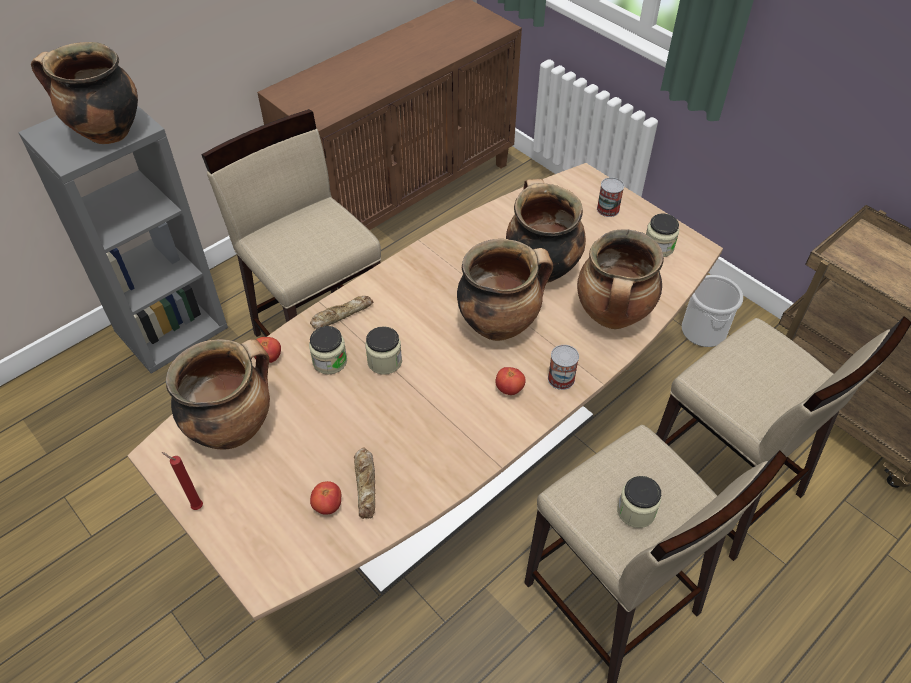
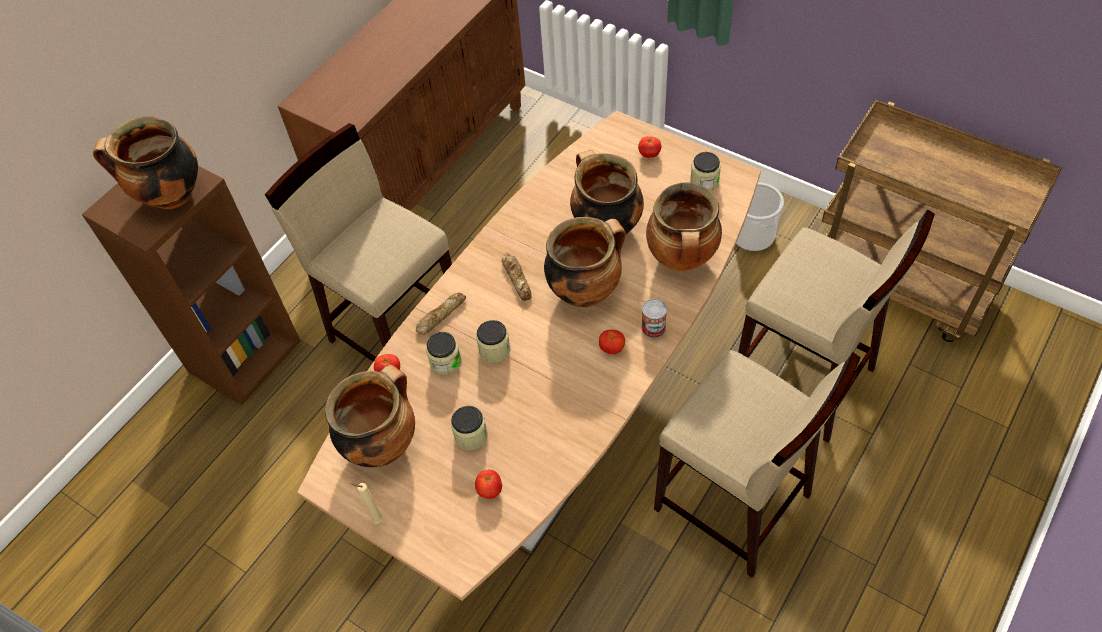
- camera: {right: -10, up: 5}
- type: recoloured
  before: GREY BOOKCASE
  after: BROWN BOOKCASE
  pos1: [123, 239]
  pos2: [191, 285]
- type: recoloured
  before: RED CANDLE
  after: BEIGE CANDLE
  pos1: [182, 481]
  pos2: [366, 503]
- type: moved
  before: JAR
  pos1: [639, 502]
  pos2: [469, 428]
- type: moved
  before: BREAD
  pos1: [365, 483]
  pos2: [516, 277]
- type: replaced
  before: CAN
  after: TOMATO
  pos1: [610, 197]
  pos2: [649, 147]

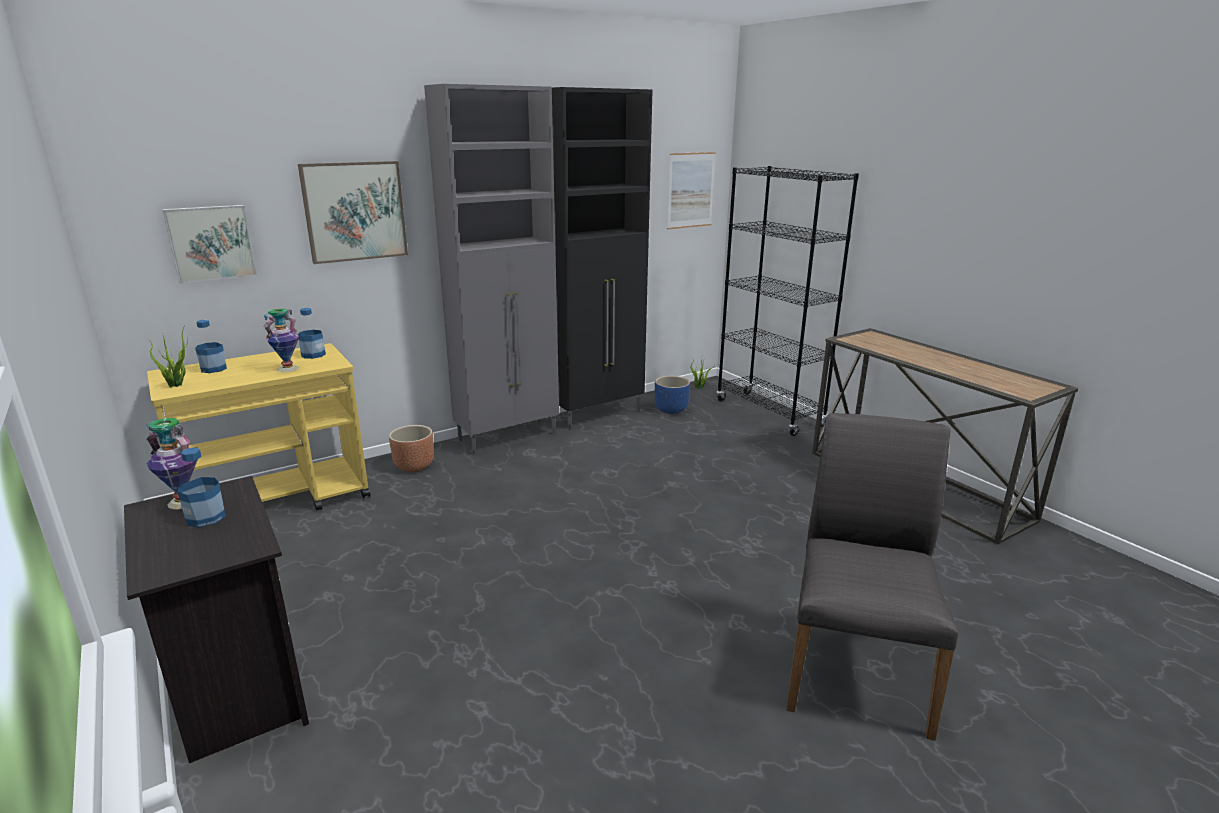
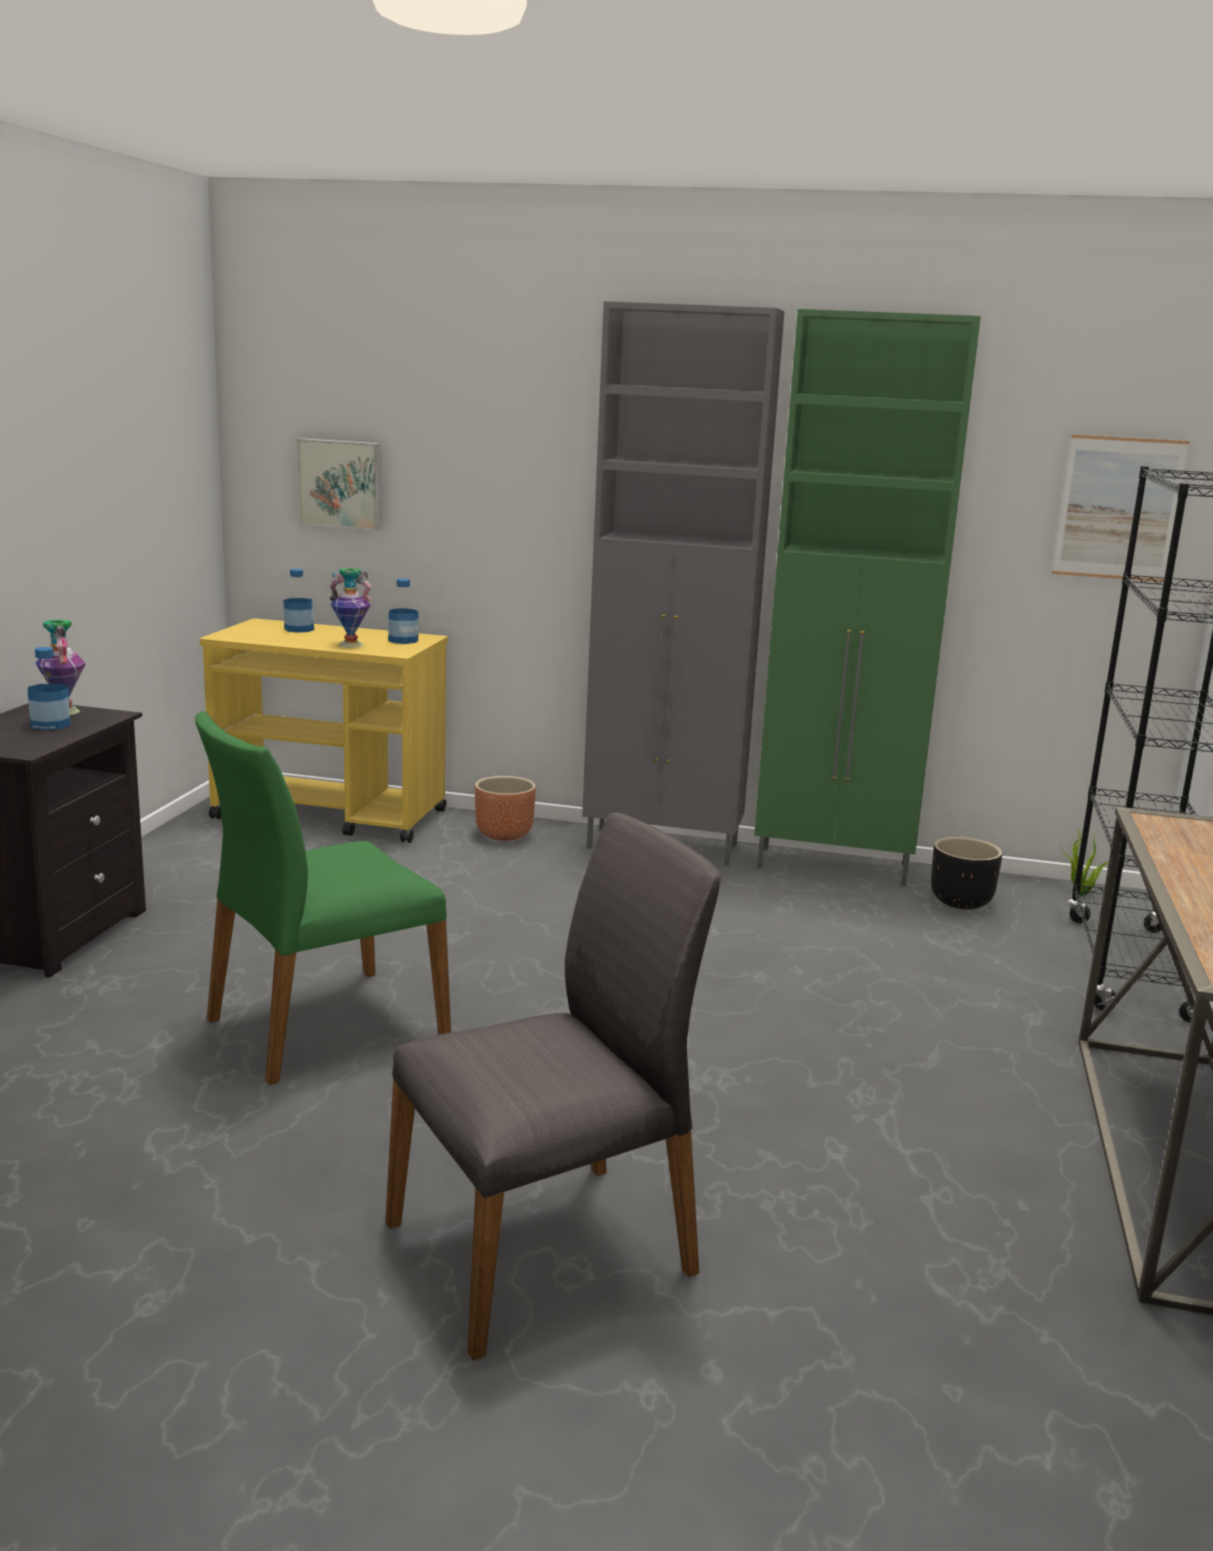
- camera: {right: 45, up: -5}
- type: added
  after: GREEN CHAIR
  pos2: [323, 898]
- type: recoloured
  before: BLACK CABINET
  after: GREEN CABINET
  pos1: [602, 258]
  pos2: [867, 597]
- type: recoloured
  before: BLUE PLANTER
  after: BLACK PLANTER
  pos1: [672, 395]
  pos2: [966, 873]
- type: removed
  before: POTTED PLANT
  pos1: [169, 357]
- type: removed
  before: PICTURE
  pos1: [353, 212]

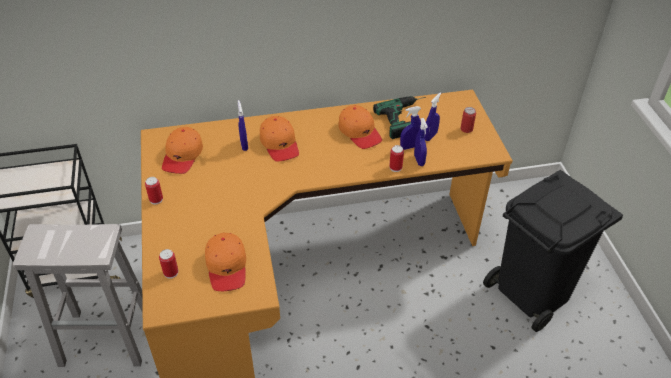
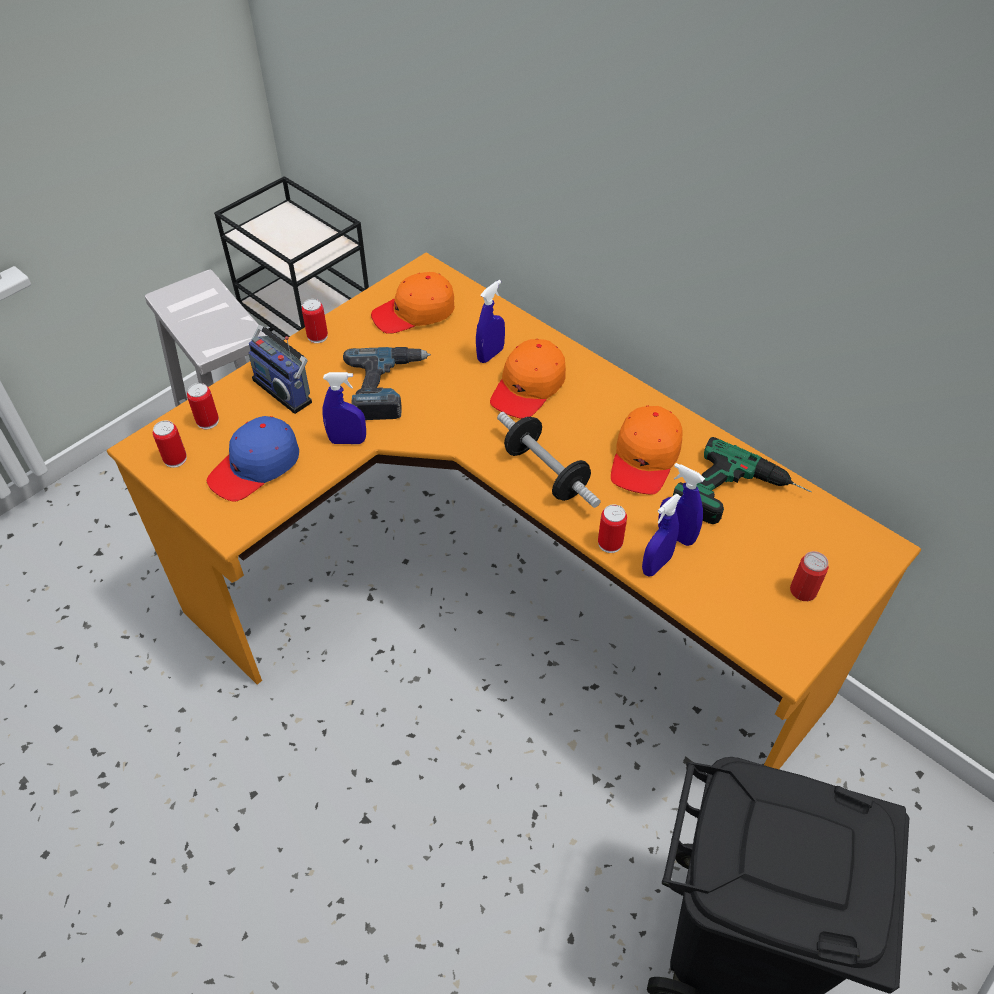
- camera: {right: 55, up: 5}
- type: added
  after: CAN
  pos2: [170, 444]
- type: recoloured
  before: ORANGE CAP
  after: BLUE CAP
  pos1: [225, 261]
  pos2: [253, 459]
- type: added
  after: RADIO
  pos2: [280, 369]
- type: moved
  before: BLUE SPRAY BOTTLE
  pos1: [432, 117]
  pos2: [344, 408]
- type: added
  after: POWER DRILL
  pos2: [387, 383]
- type: added
  after: DUMBBELL
  pos2: [549, 460]

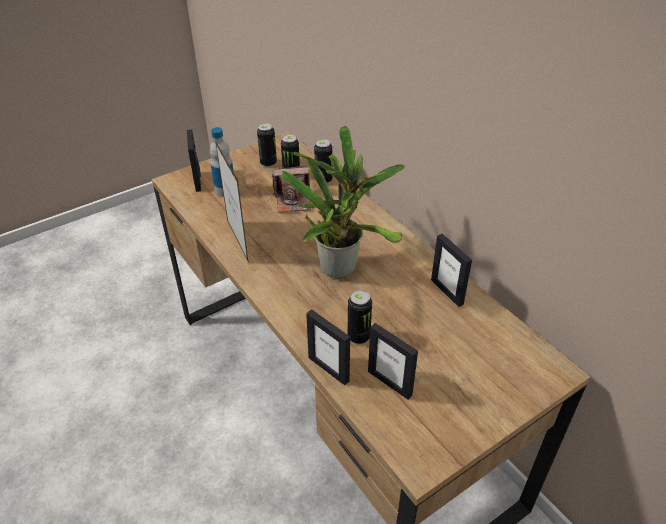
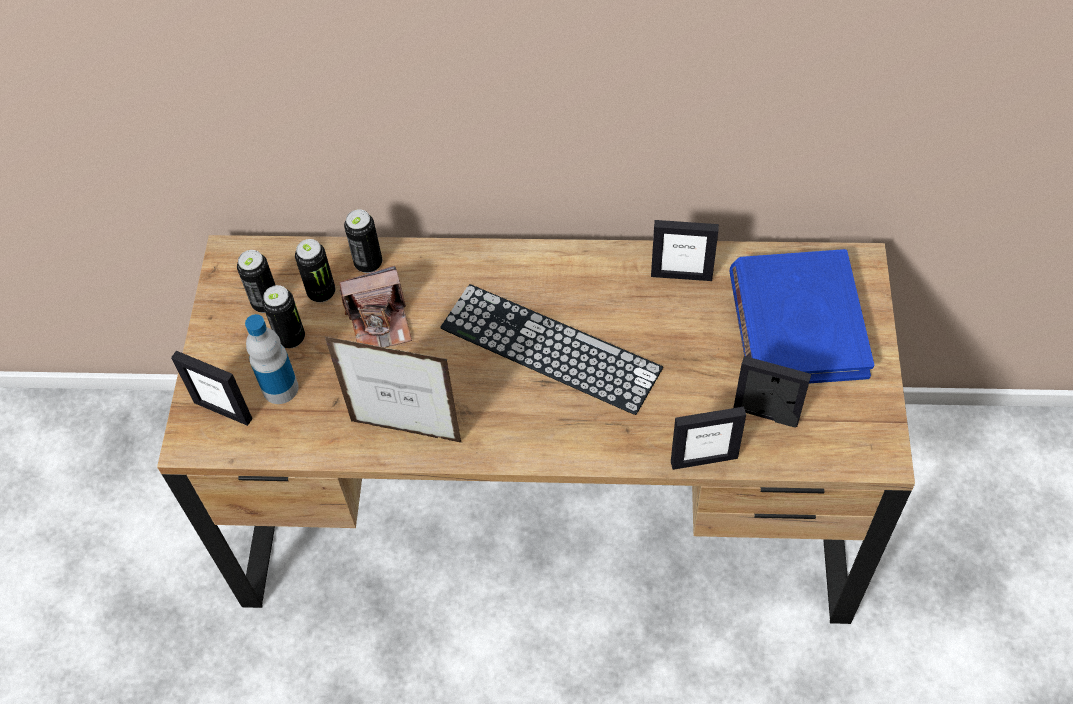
- camera: {right: -50, up: 15}
- type: moved
  before: CAN
  pos1: [359, 317]
  pos2: [283, 316]
- type: turned
  before: PHOTO CAMERA
  pos1: [291, 189]
  pos2: [375, 306]
  turn: 45
- type: replaced
  before: POTTED PLANT
  after: KEYBOARD
  pos1: [343, 202]
  pos2: [551, 349]
- type: added
  after: BLUE BOOK
  pos2: [802, 316]
- type: turned
  before: PICTURE FRAME
  pos1: [393, 361]
  pos2: [772, 392]
  turn: -150

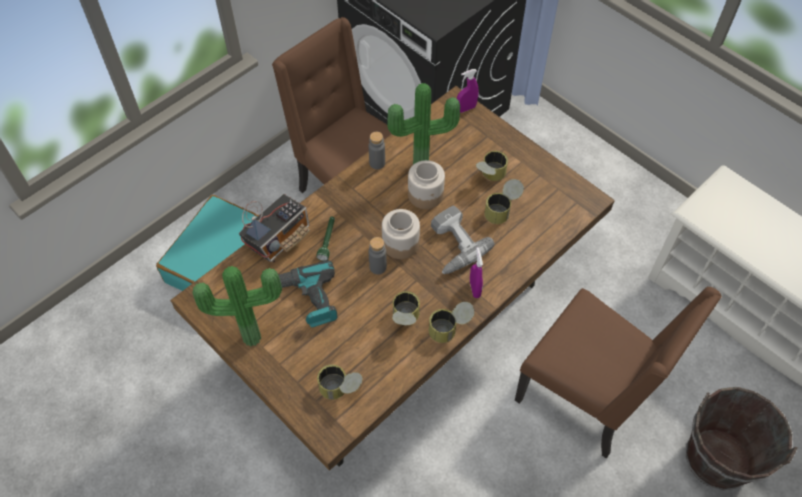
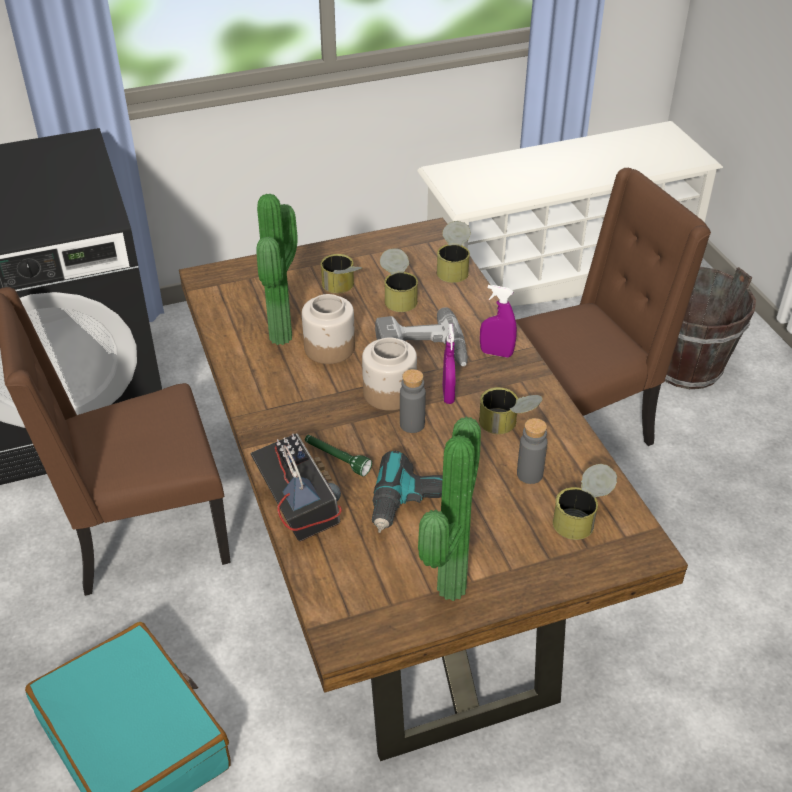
- camera: {right: -65, up: -15}
- type: moved
  before: CAN
  pos1: [452, 322]
  pos2: [454, 252]
- type: moved
  before: PURPLE SPRAY BOTTLE
  pos1: [468, 91]
  pos2: [449, 364]
- type: moved
  before: GREY BOTTLE
  pos1: [377, 150]
  pos2: [532, 451]

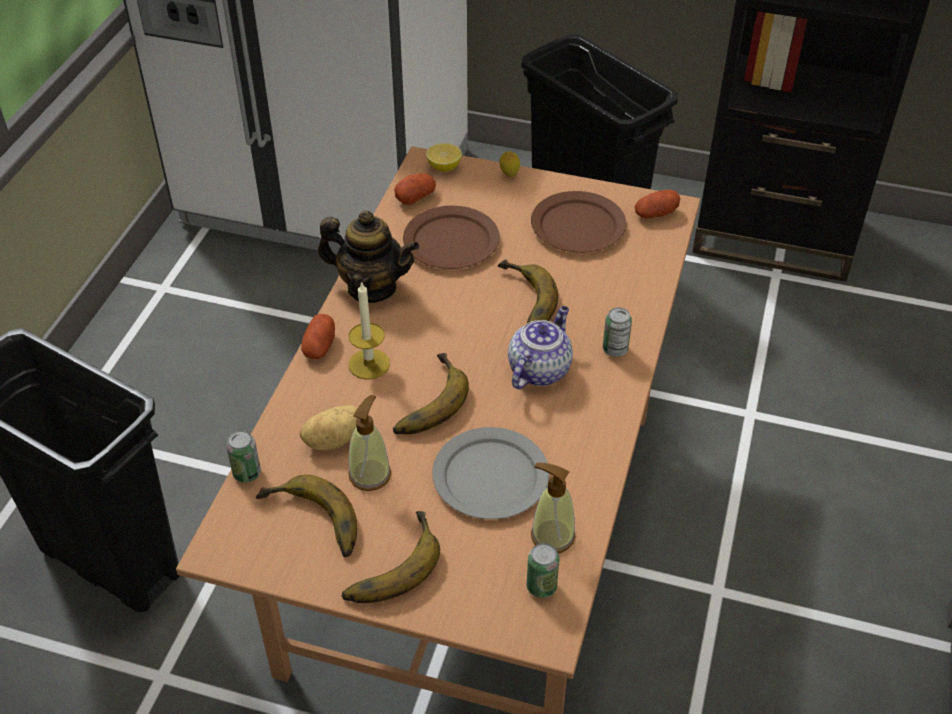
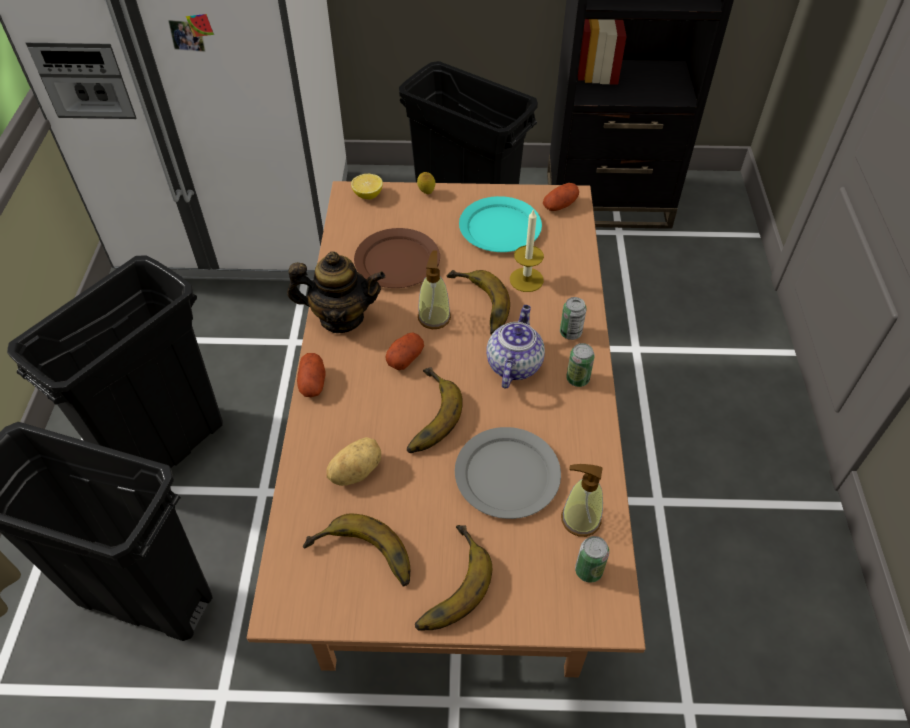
- camera: {right: -15, up: 5}
- type: added
  after: BLACK TRASH CAN
  pos2: [115, 361]
- type: moved
  before: POTATO
  pos1: [415, 189]
  pos2: [404, 351]
- type: moved
  before: SOAP DISPENSER
  pos1: [369, 443]
  pos2: [434, 289]
- type: recoloured
  before: BROWN PLATE
  after: TURQUOISE PLATE
  pos1: [578, 222]
  pos2: [500, 224]
- type: moved
  before: CANDLE
  pos1: [369, 330]
  pos2: [527, 250]
- type: moved
  before: CAN
  pos1: [243, 456]
  pos2: [580, 365]

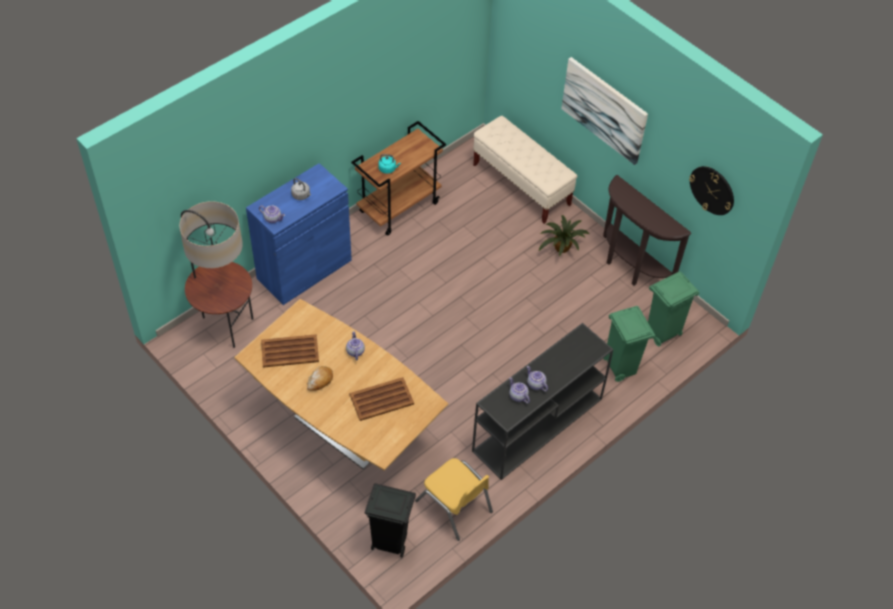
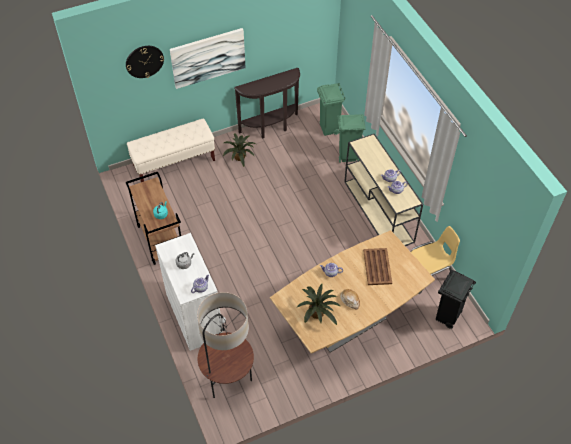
- camera: {right: -70, up: 0}
- type: moved
  before: WALL CLOCK
  pos1: [711, 190]
  pos2: [145, 62]
- type: recoloured
  before: BLUE CABINET
  after: WHITE CABINET
  pos1: [299, 234]
  pos2: [189, 292]
- type: replaced
  before: BROWN TRAY
  after: POTTED PLANT
  pos1: [290, 351]
  pos2: [319, 304]
- type: recoloured
  before: BLACK CONSOLE TABLE
  after: BEIGE CONSOLE TABLE
  pos1: [543, 401]
  pos2: [383, 190]

